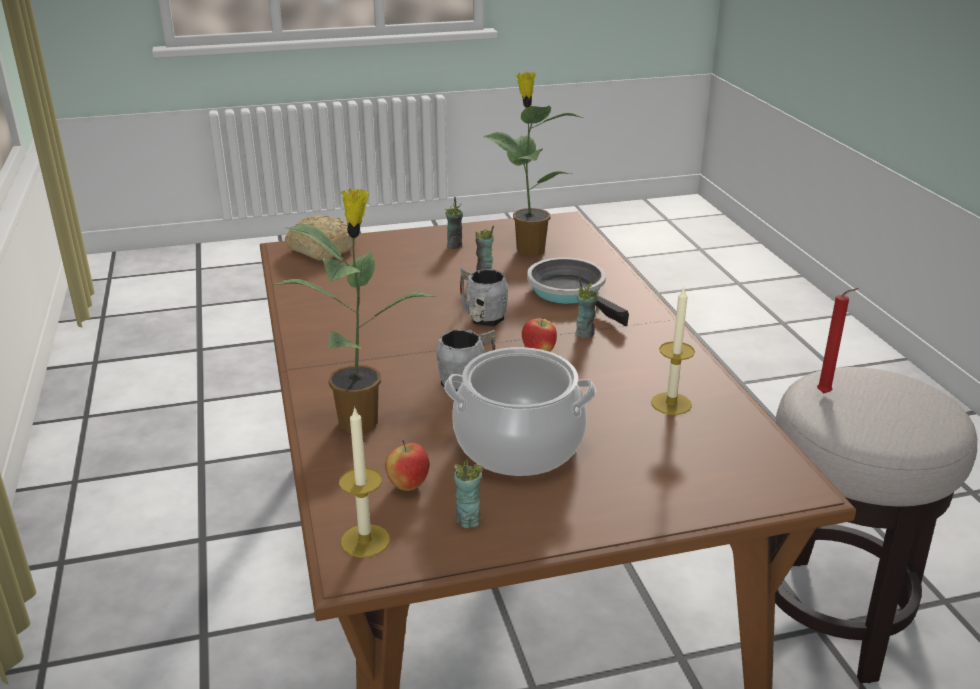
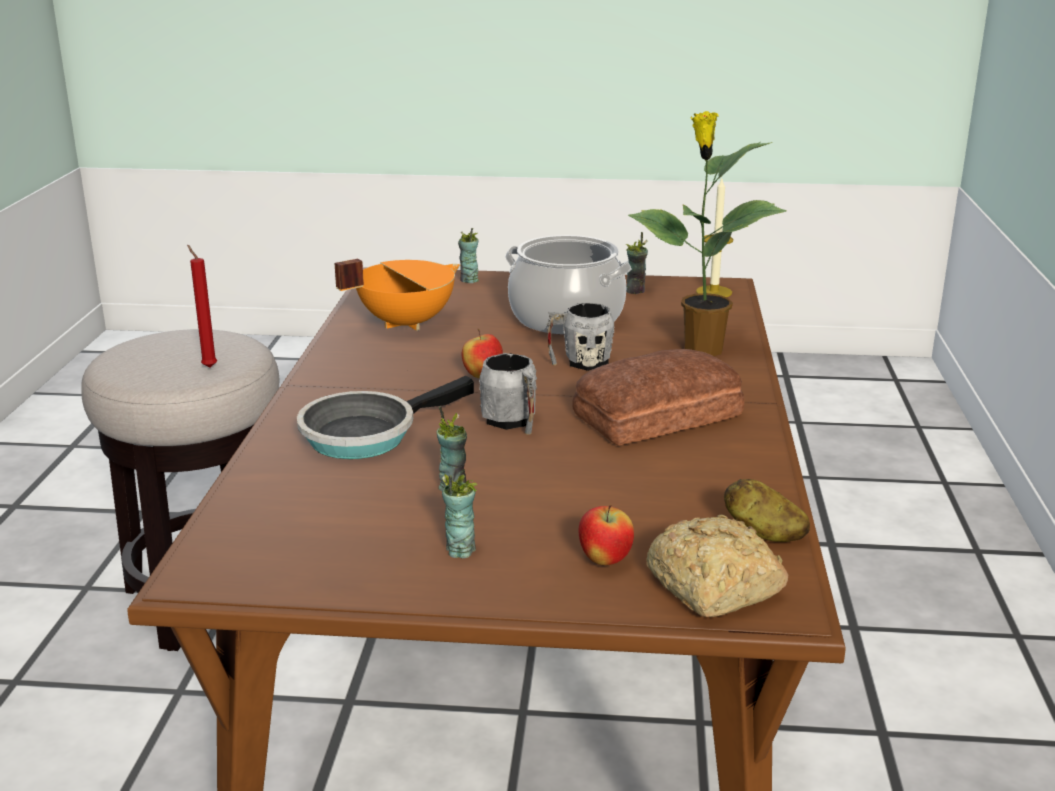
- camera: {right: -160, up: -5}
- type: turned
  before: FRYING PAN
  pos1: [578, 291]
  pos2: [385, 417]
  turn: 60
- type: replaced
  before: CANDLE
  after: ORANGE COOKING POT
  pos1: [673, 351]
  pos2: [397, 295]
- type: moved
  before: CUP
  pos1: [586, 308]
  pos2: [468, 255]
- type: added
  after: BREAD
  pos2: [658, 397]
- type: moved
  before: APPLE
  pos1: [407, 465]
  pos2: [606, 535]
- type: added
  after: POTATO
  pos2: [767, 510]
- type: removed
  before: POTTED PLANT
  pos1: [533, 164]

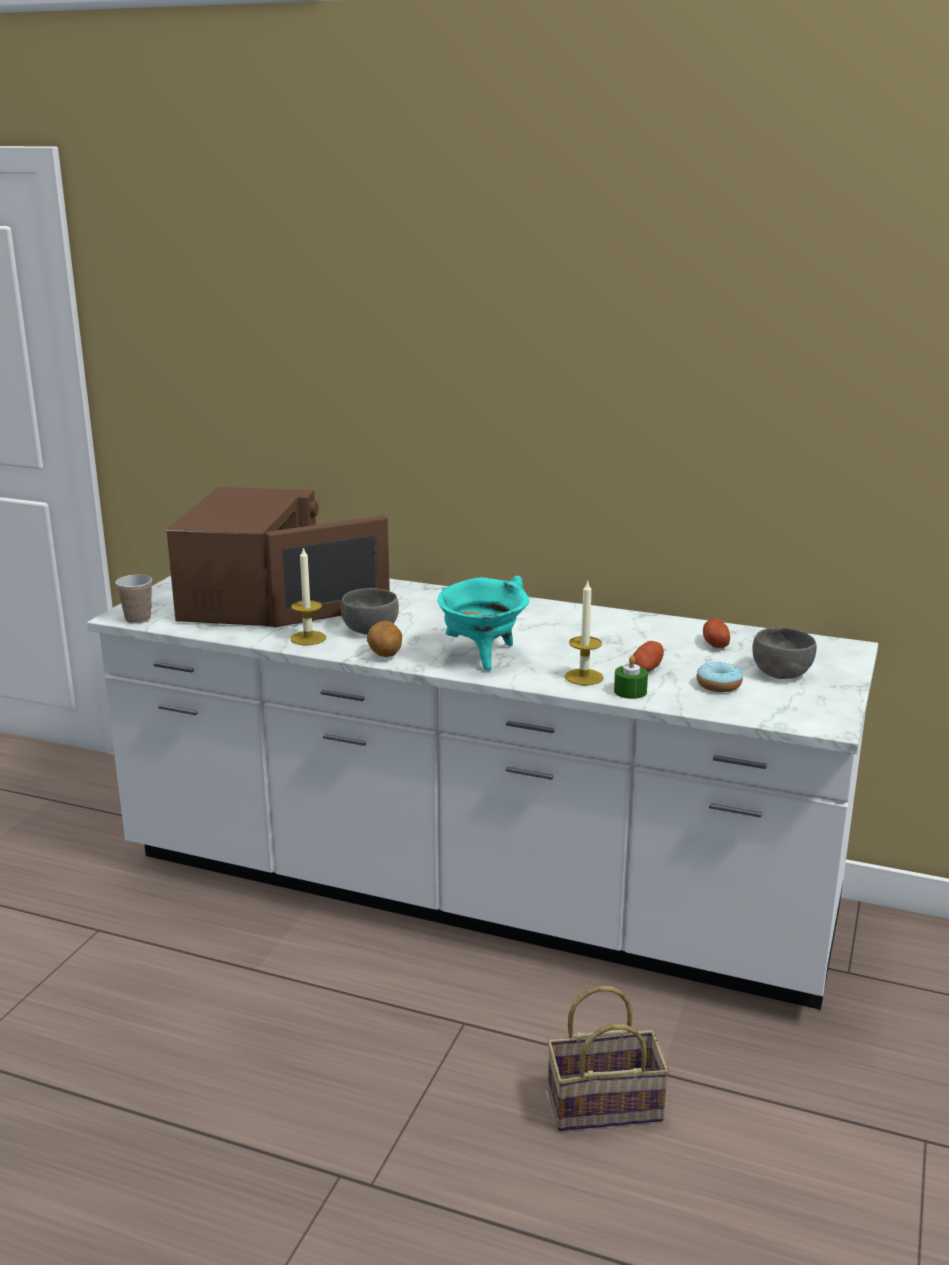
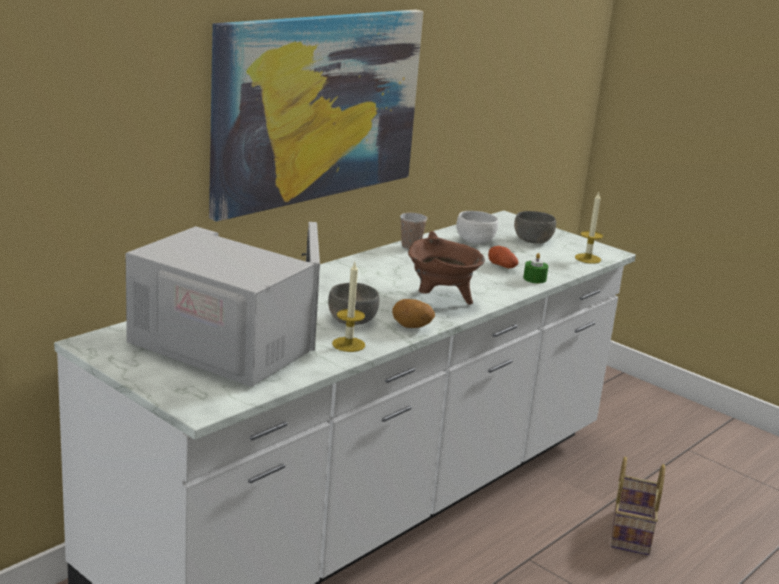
- camera: {right: -70, up: 0}
- type: recoloured
  before: BROWN MICROWAVE
  after: WHITE MICROWAVE
  pos1: [278, 557]
  pos2: [223, 304]
- type: added
  after: PICTURE
  pos2: [316, 115]
- type: moved
  before: CUP
  pos1: [134, 599]
  pos2: [413, 231]
- type: recoloured
  before: TURQUOISE COOKING POT
  after: BROWN COOKING POT
  pos1: [483, 623]
  pos2: [446, 268]
- type: replaced
  before: POTATO
  after: WHITE BOWL
  pos1: [716, 633]
  pos2: [477, 227]
- type: moved
  before: CANDLE
  pos1: [584, 632]
  pos2: [589, 228]
- type: removed
  before: DONUT
  pos1: [719, 677]

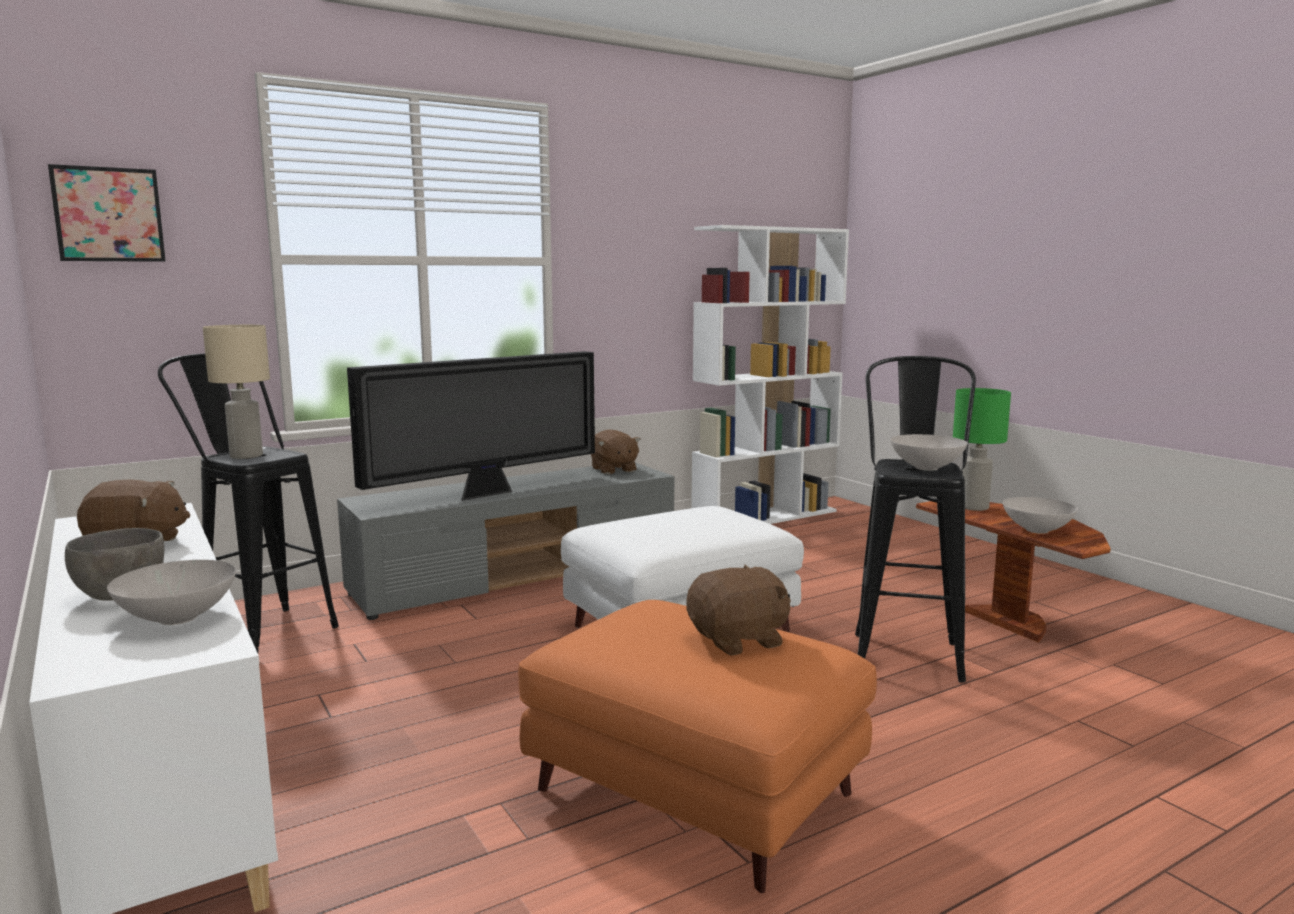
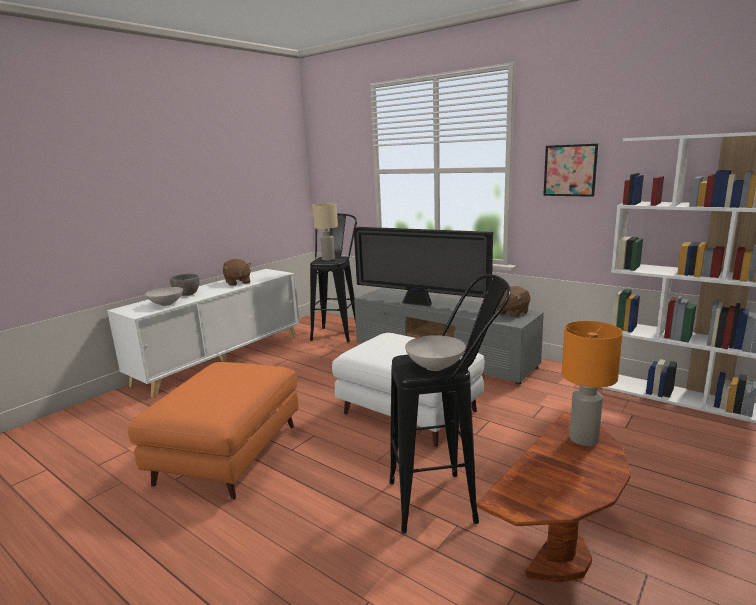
- camera: {right: 70, up: 5}
- type: moved
  before: PICTURE
  pos1: [107, 213]
  pos2: [570, 170]
- type: recoloured
  before: GREEN TABLE LAMP
  after: ORANGE TABLE LAMP
  pos1: [982, 449]
  pos2: [592, 383]
- type: removed
  before: BROWN PLUSH TOY
  pos1: [739, 610]
- type: removed
  before: WHITE BOWL
  pos1: [1040, 515]

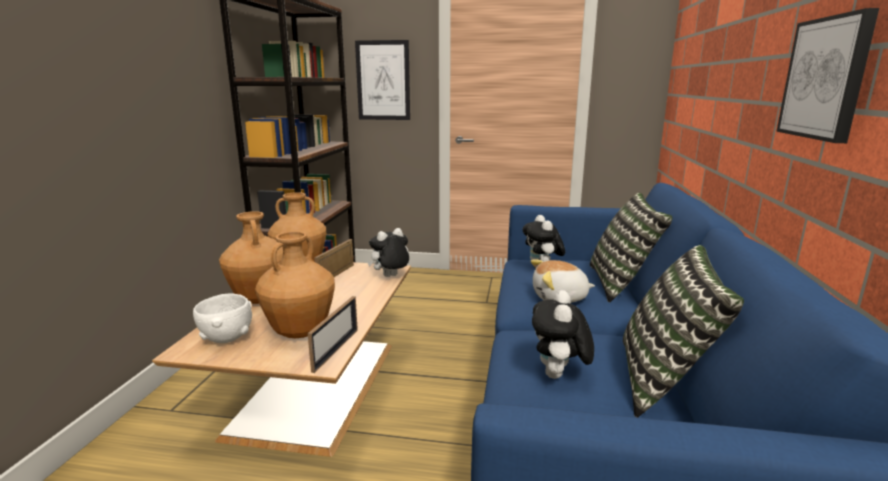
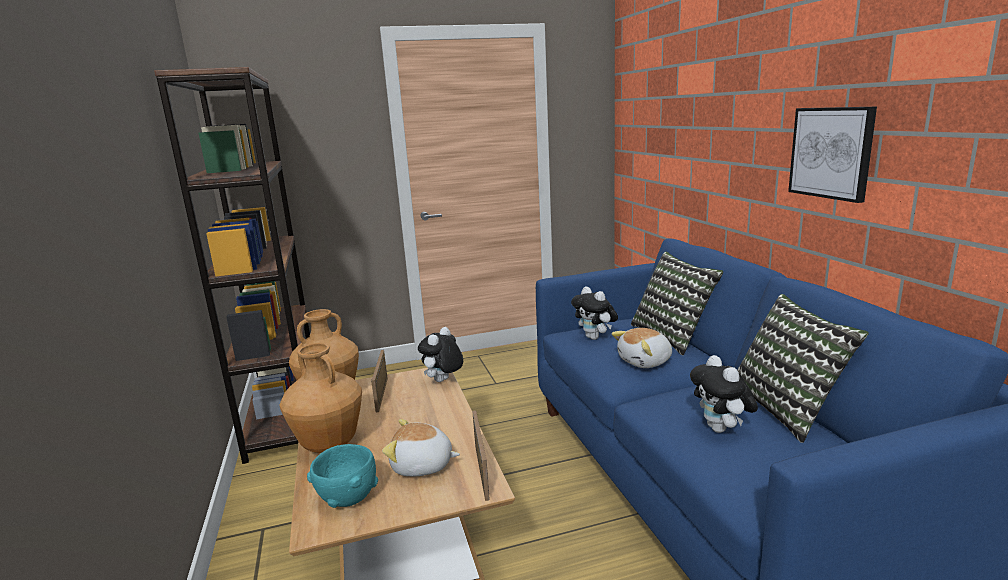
- camera: {right: -25, up: 0}
- type: recoloured
  before: WHITE BOWL
  after: TURQUOISE BOWL
  pos1: [222, 318]
  pos2: [342, 476]
- type: replaced
  before: BROWN VASE
  after: PLUSH TOY
  pos1: [295, 284]
  pos2: [421, 447]
- type: removed
  before: PICTURE
  pos1: [382, 80]

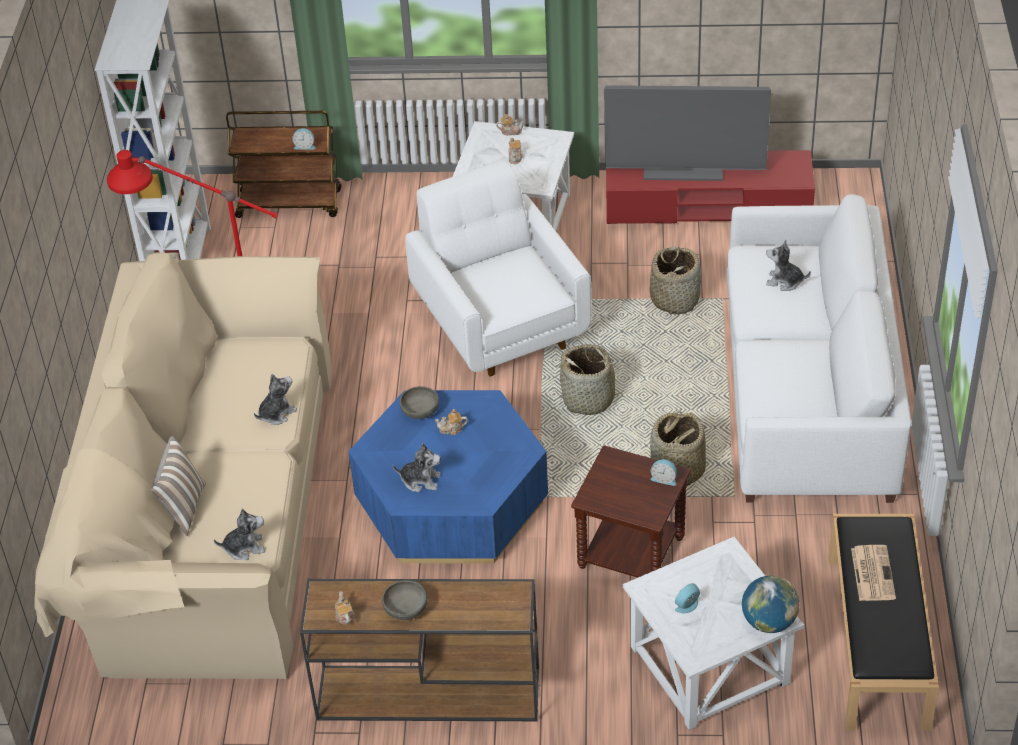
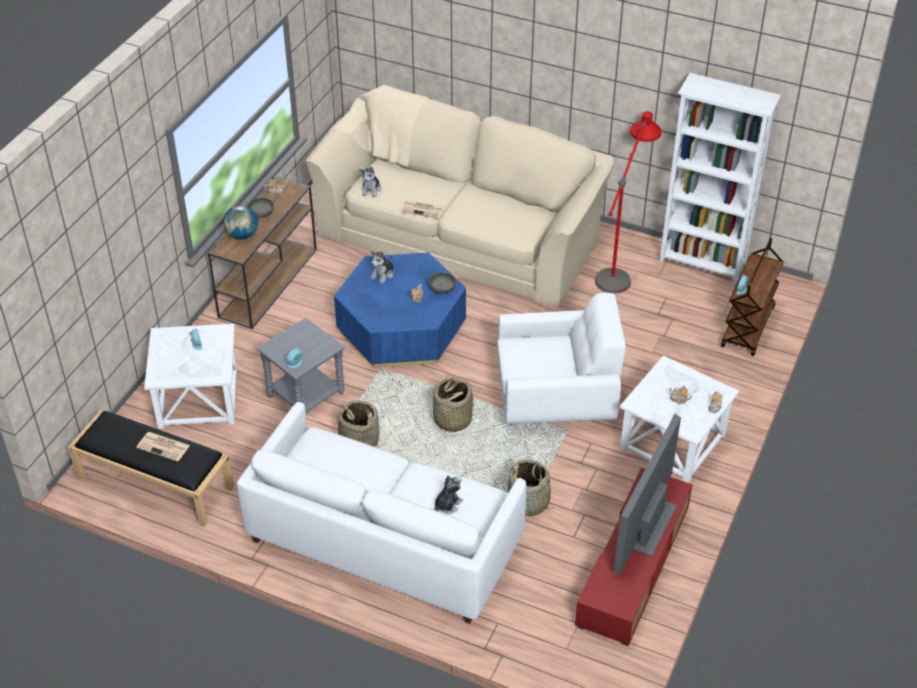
- camera: {right: 110, up: 0}
- type: moved
  before: GLOBE
  pos1: [770, 604]
  pos2: [241, 222]
- type: recoloured
  before: BROWN SIDE TABLE
  after: GREY SIDE TABLE
  pos1: [631, 511]
  pos2: [301, 365]
- type: added
  after: NEWSPAPER
  pos2: [422, 209]
- type: removed
  before: PILLOW
  pos1: [178, 486]
- type: removed
  before: PLUSH TOY
  pos1: [275, 399]

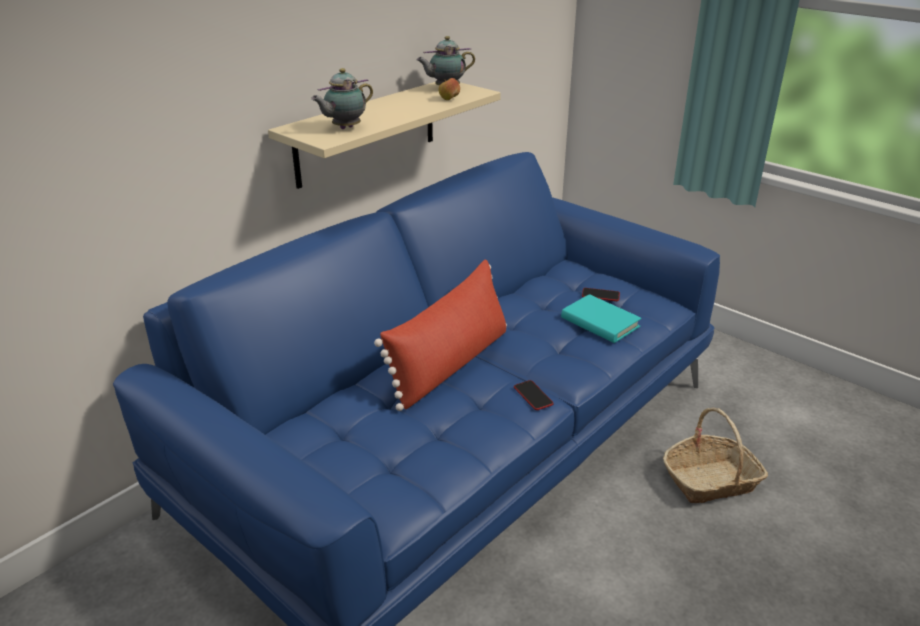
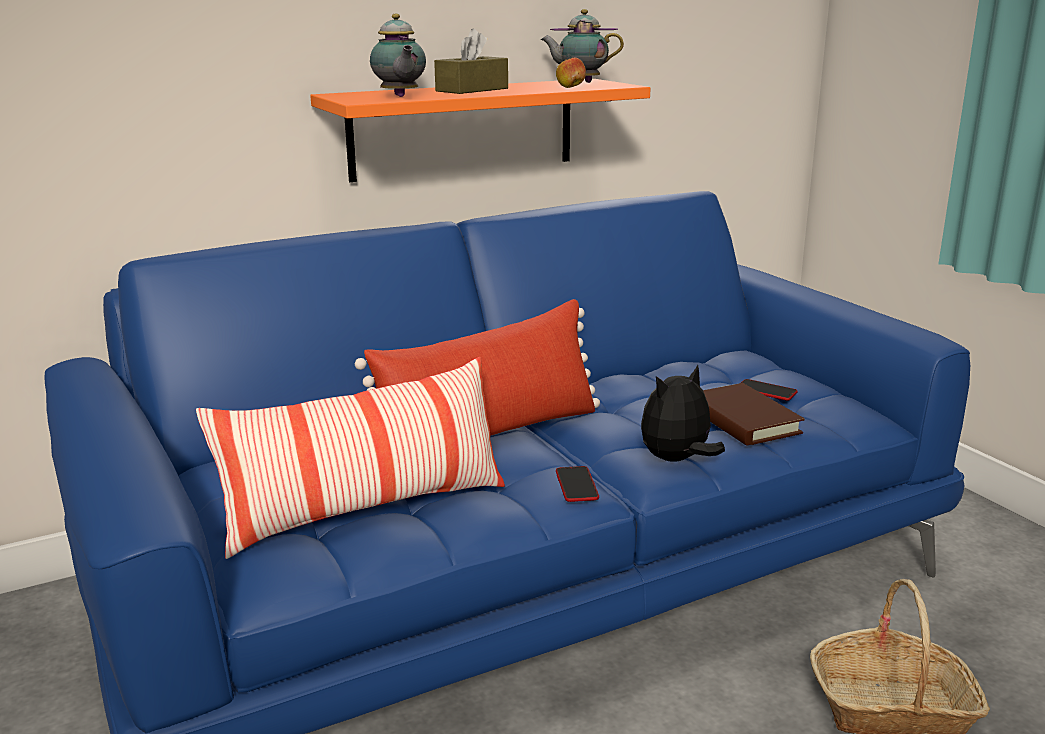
- camera: {right: 20, up: -10}
- type: added
  after: PILLOW
  pos2: [350, 458]
- type: recoloured
  before: BEIGE SHELF
  after: ORANGE SHELF
  pos1: [384, 135]
  pos2: [480, 130]
- type: turned
  before: TEAPOT
  pos1: [342, 98]
  pos2: [398, 55]
  turn: -90
- type: added
  after: BROWN TISSUE BOX
  pos2: [471, 61]
- type: added
  after: PLUSH TOY
  pos2: [683, 413]
- type: recoloured
  before: TURQUOISE BOOK
  after: BROWN BOOK
  pos1: [601, 318]
  pos2: [754, 414]

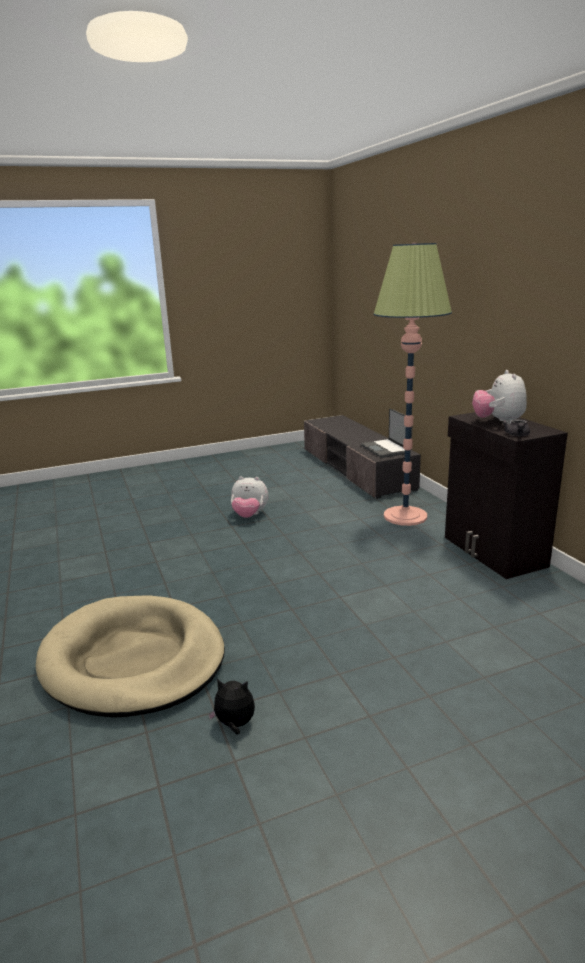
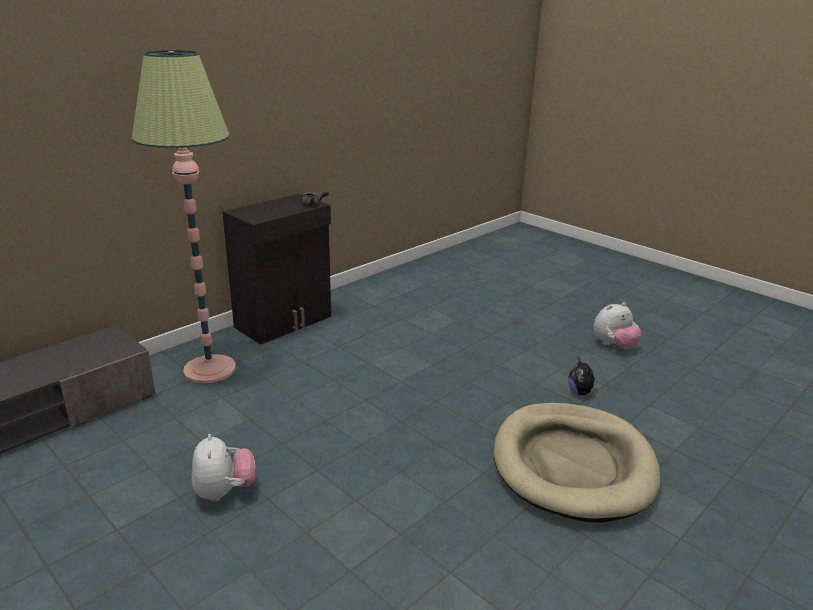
- camera: {right: -115, up: 5}
- type: moved
  before: PLUSH TOY
  pos1: [499, 397]
  pos2: [618, 325]
- type: removed
  before: LAPTOP
  pos1: [386, 433]

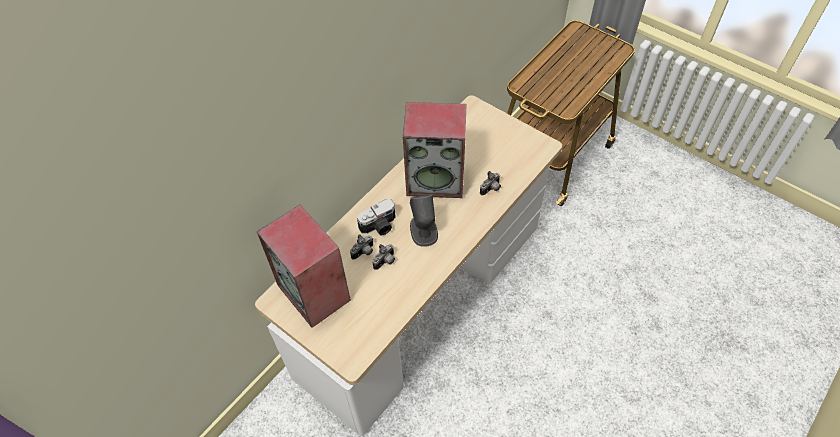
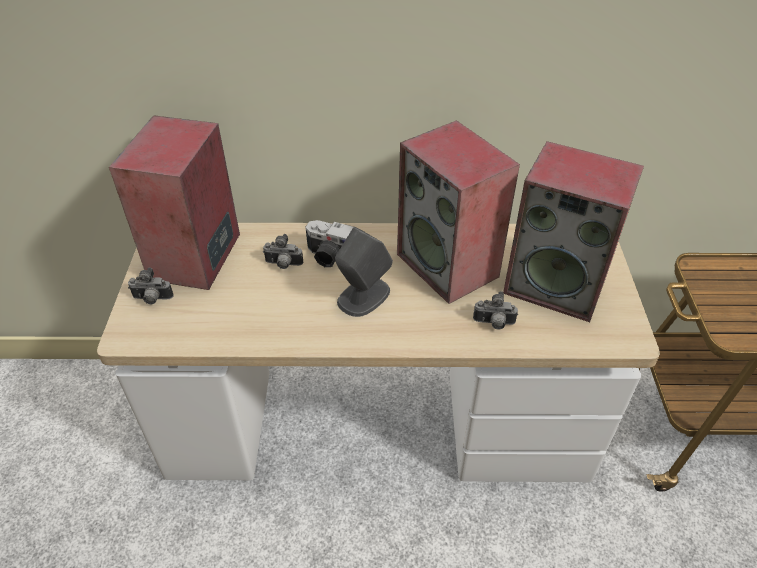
- camera: {right: 50, up: -10}
- type: moved
  before: PHOTO CAMERA
  pos1: [383, 257]
  pos2: [151, 285]
- type: added
  after: SPEAKER
  pos2: [573, 231]

